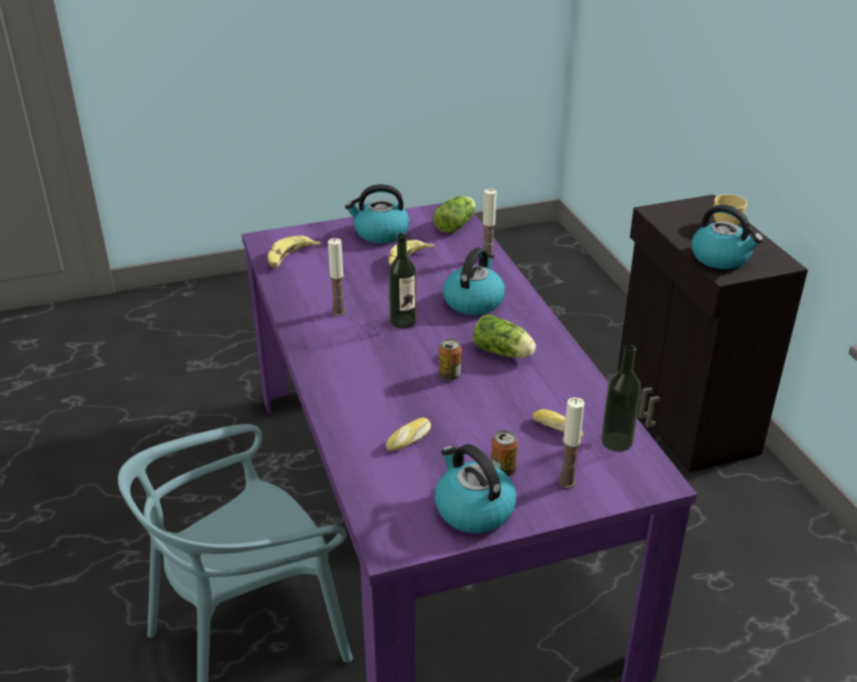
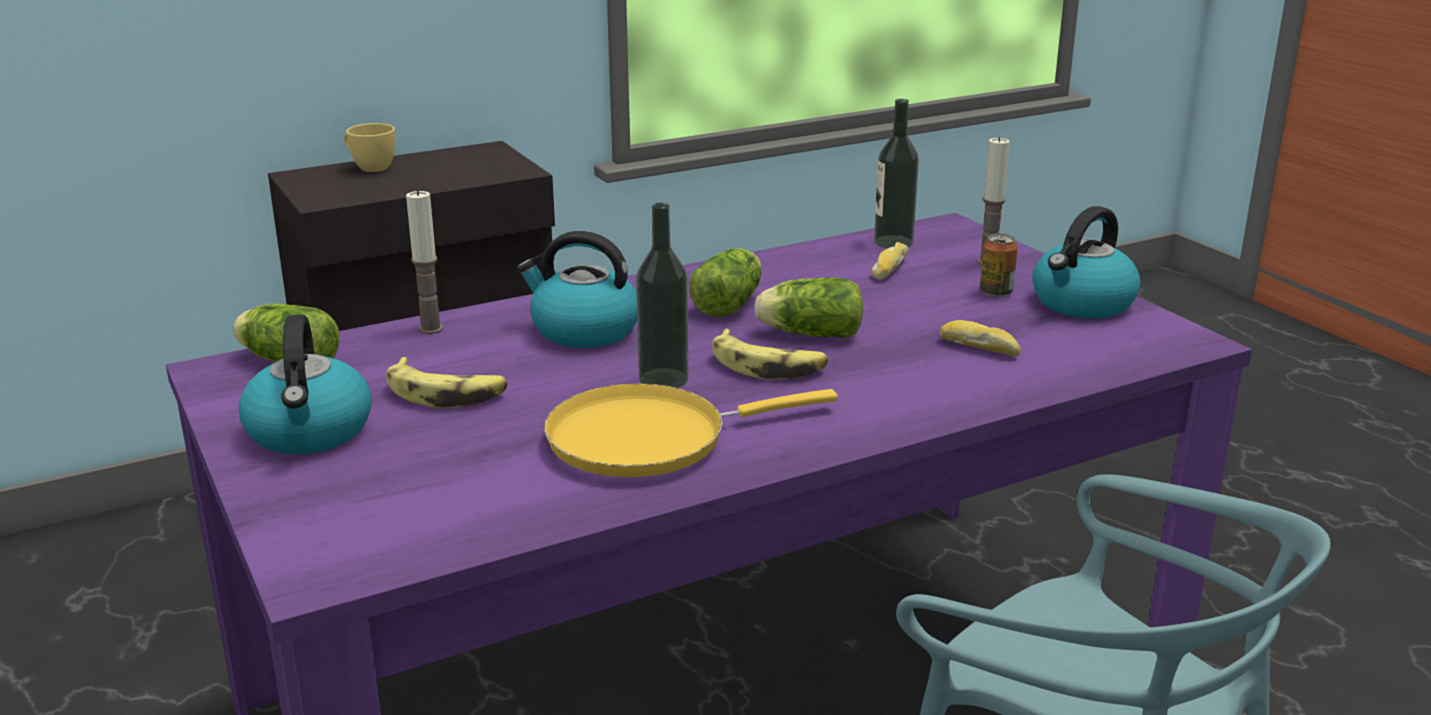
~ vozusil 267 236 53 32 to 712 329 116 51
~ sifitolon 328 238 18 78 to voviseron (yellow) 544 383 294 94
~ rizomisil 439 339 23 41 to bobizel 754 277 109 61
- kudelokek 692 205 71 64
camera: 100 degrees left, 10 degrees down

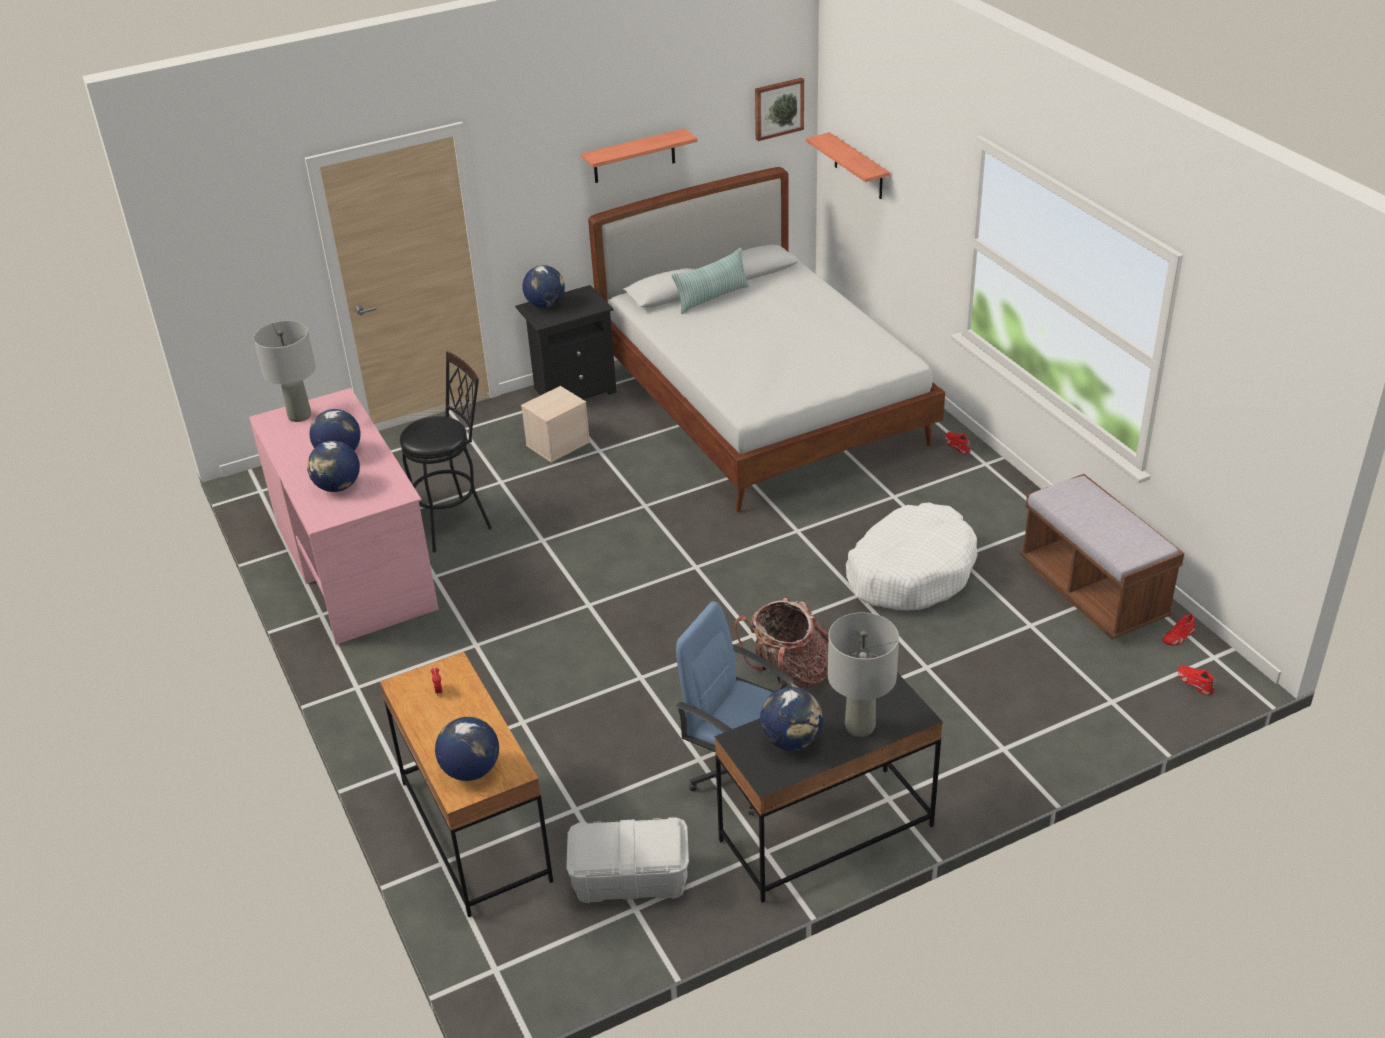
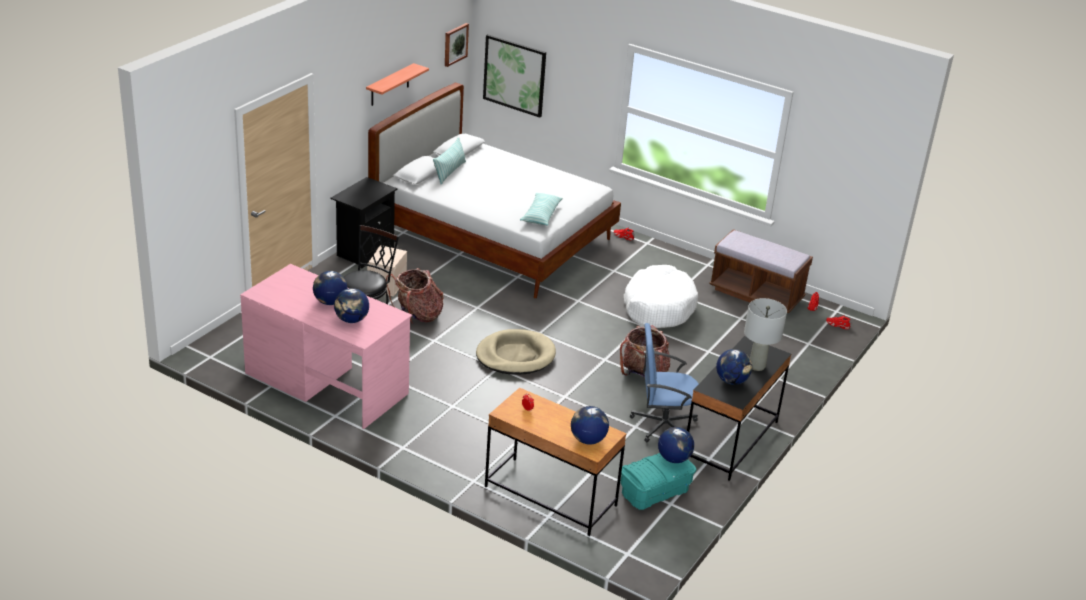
- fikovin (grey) 254 321 62 101
~ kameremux 522 265 43 43 to 658 427 36 36
~ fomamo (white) 566 817 123 86 to fomamo (turquoise) 620 453 76 57
~ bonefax 806 132 84 67 to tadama 483 34 63 84
+ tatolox 386 268 58 56
+ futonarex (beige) 476 329 80 46
+ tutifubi 520 193 43 33
camera: 35 degrees left, 5 degrees down

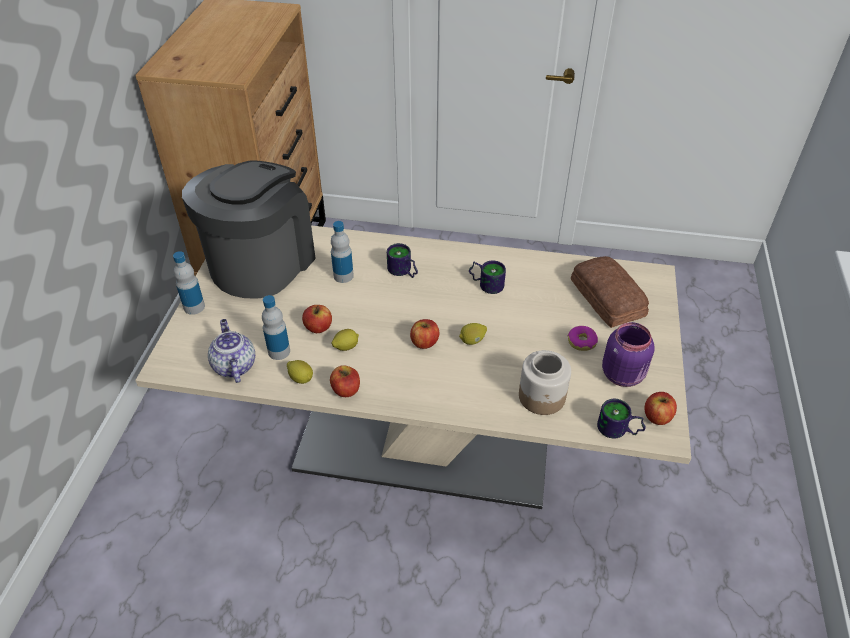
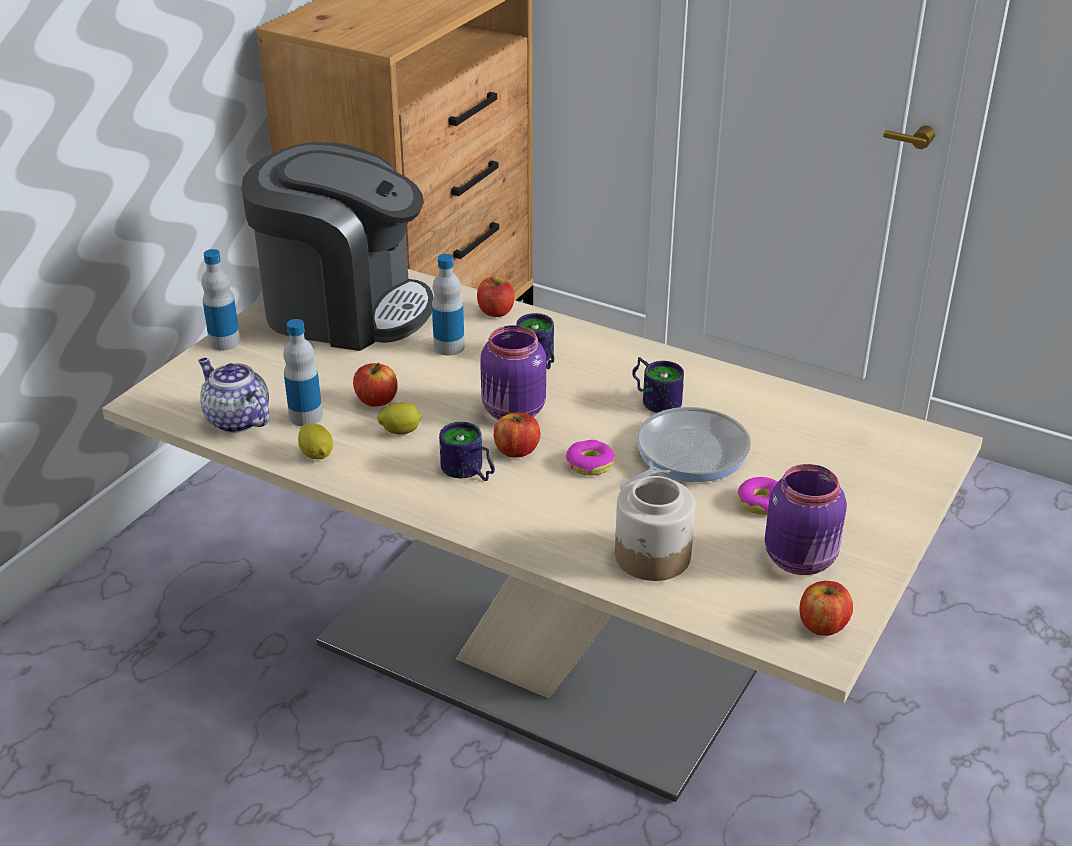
~ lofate 182 160 134 139 = 242 142 192 209 60 degrees clockwise
~ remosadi 208 319 47 64 = 198 358 72 75 45 degrees counterclockwise
~ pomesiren 330 365 30 32 to 477 276 37 41
~ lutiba 459 323 28 22 to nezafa 566 440 48 35
- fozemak 571 256 78 72
~ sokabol 597 399 49 39 to 439 422 56 59
+ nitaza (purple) 480 325 66 95
+ voviseron 620 407 131 83
camera: 20 degrees right, 10 degrees down

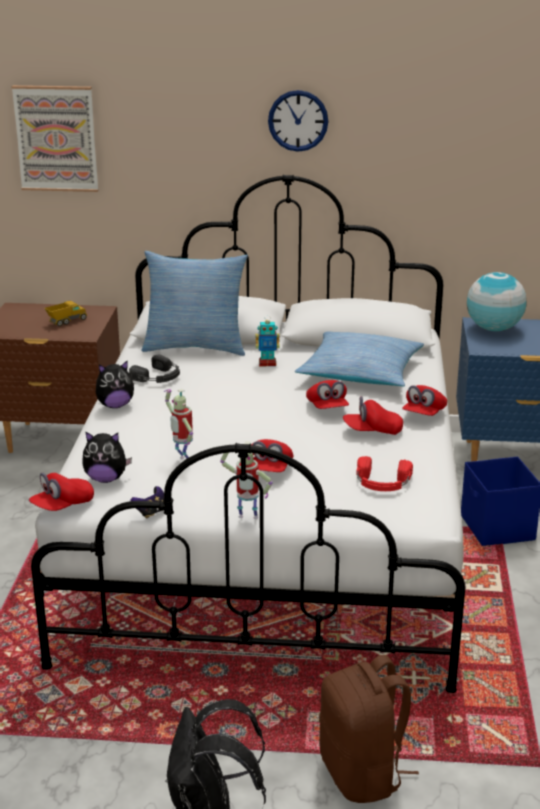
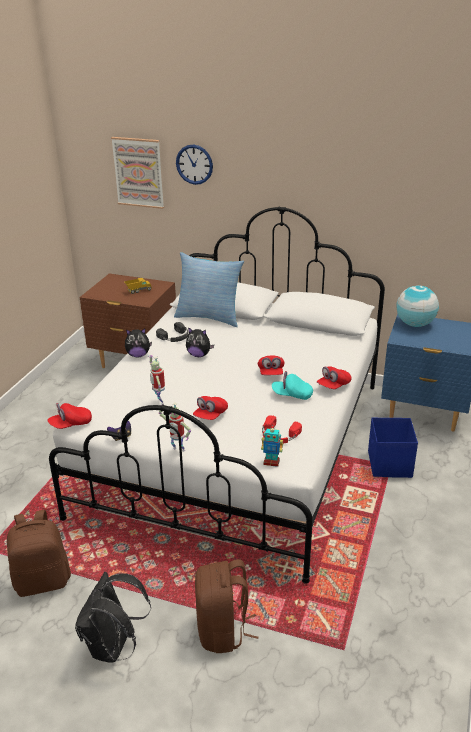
~ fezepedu 82 431 50 52 to 186 327 28 30
~ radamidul 255 315 25 51 to 261 425 22 42
~ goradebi 268 90 60 62 to 176 145 37 40
- tutifubi 295 331 129 55
~ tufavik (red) 343 396 60 39 to tufavik (turquoise) 272 371 41 29
+ tatolox (brown) 7 510 64 87
camera: 15 degrees right, 5 degrees up

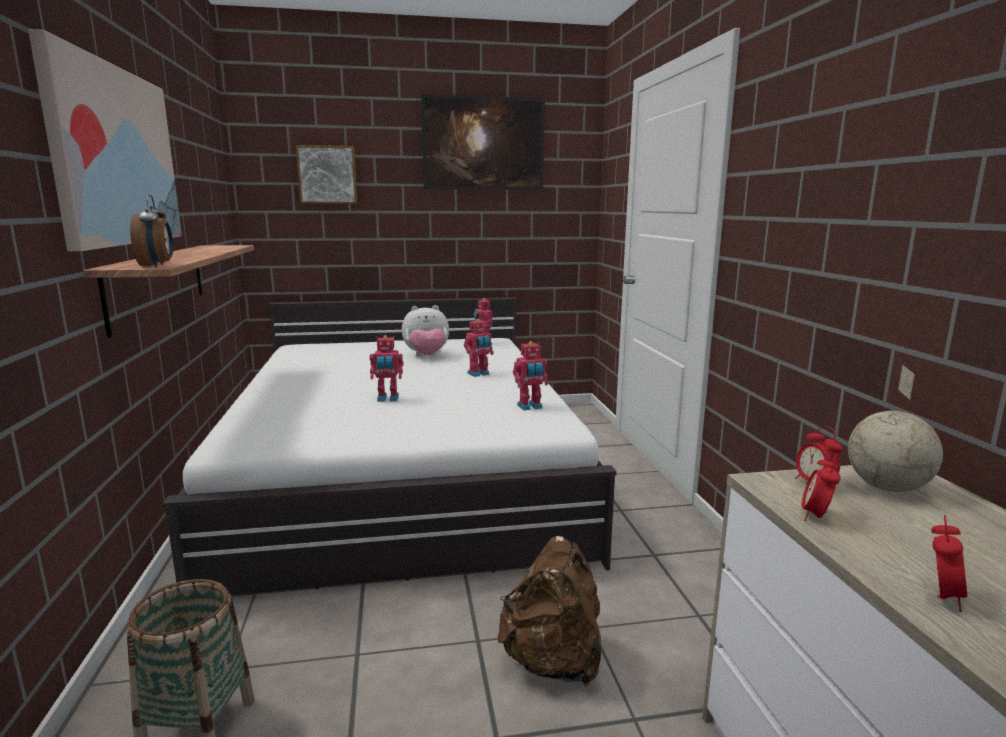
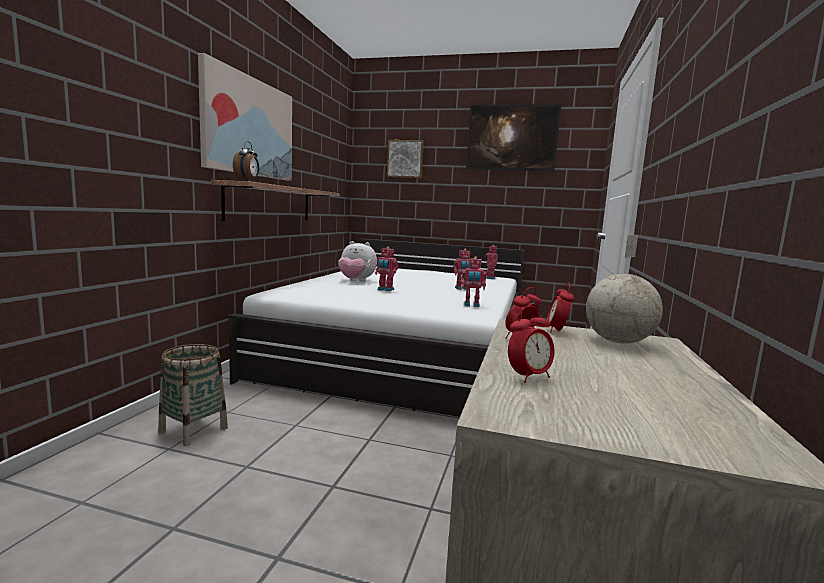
~ fezepedu 402 305 47 51 to 338 241 39 40
- tatolox (brown) 498 536 103 150
camera: 25 degrees right, 5 degrees down

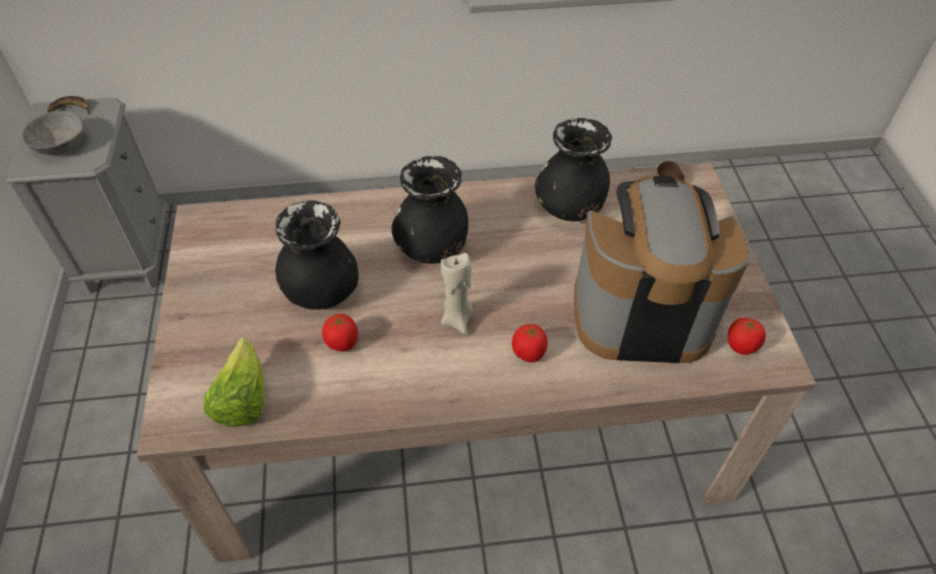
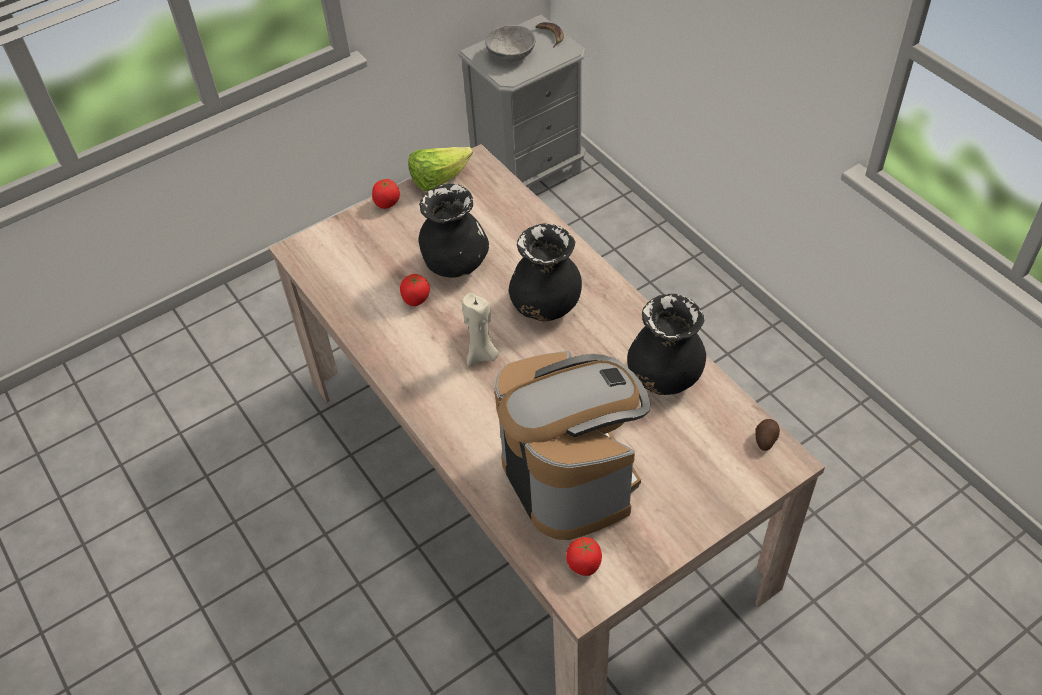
~ bobizel 203 338 61 89 to 408 147 65 44
~ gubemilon 512 324 36 38 to 372 179 28 30
camera: 65 degrees right, 0 degrees up

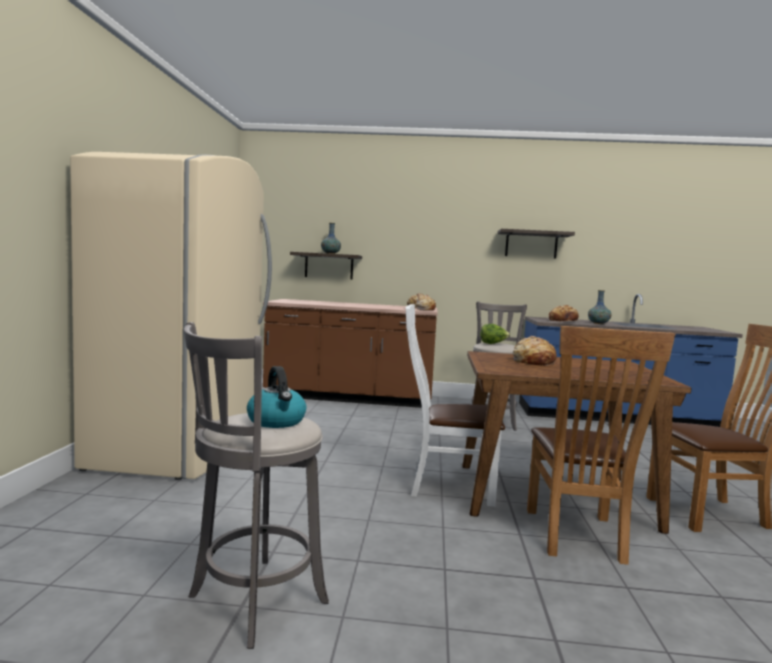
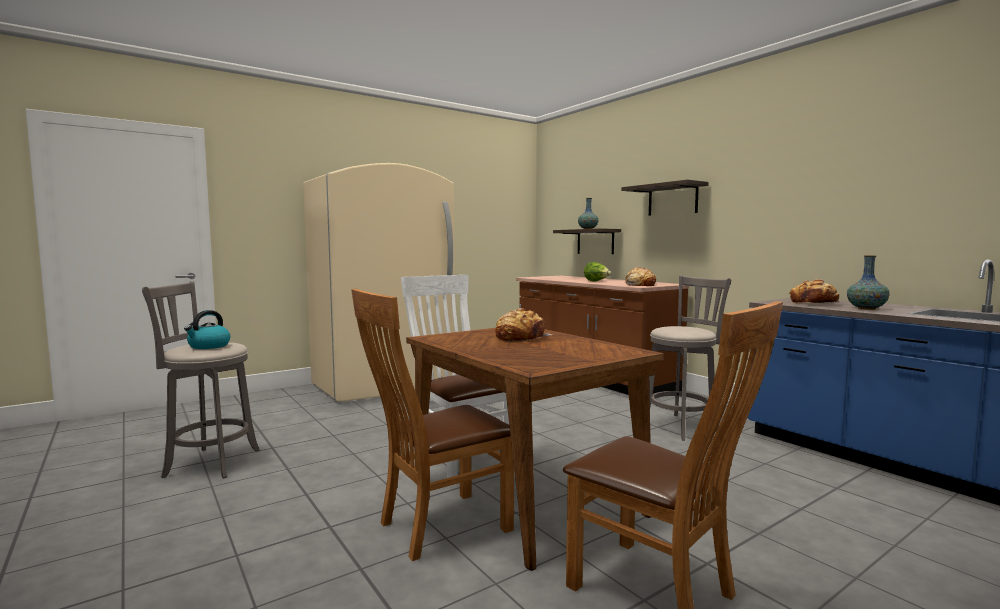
~ bobizel 480 324 30 20 to 584 262 27 20
~ bonefax 497 229 78 30 to 621 180 88 36
camera: 50 degrees right, 0 degrees up

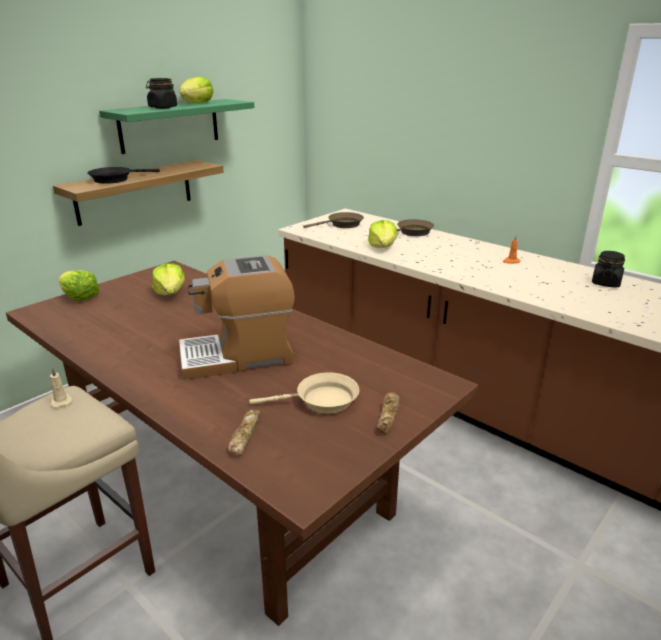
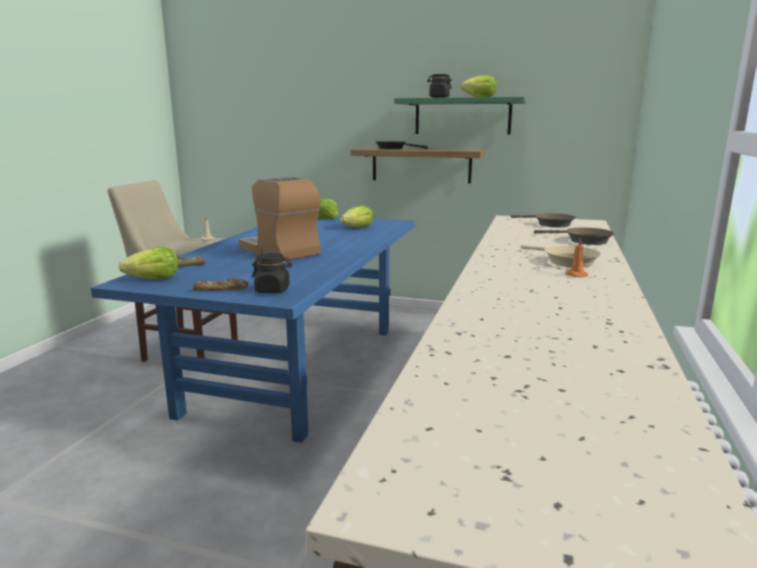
~ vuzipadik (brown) 6 261 472 365 to vuzipadik (blue) 91 217 324 226
~ voviseron (beige) 249 372 110 41 to 521 245 80 23
~ bobizel 368 220 30 28 to 119 247 59 32
~ nitaza (black) 592 251 33 37 to 252 253 40 40
camera: 65 degrees right, 10 degrees down

